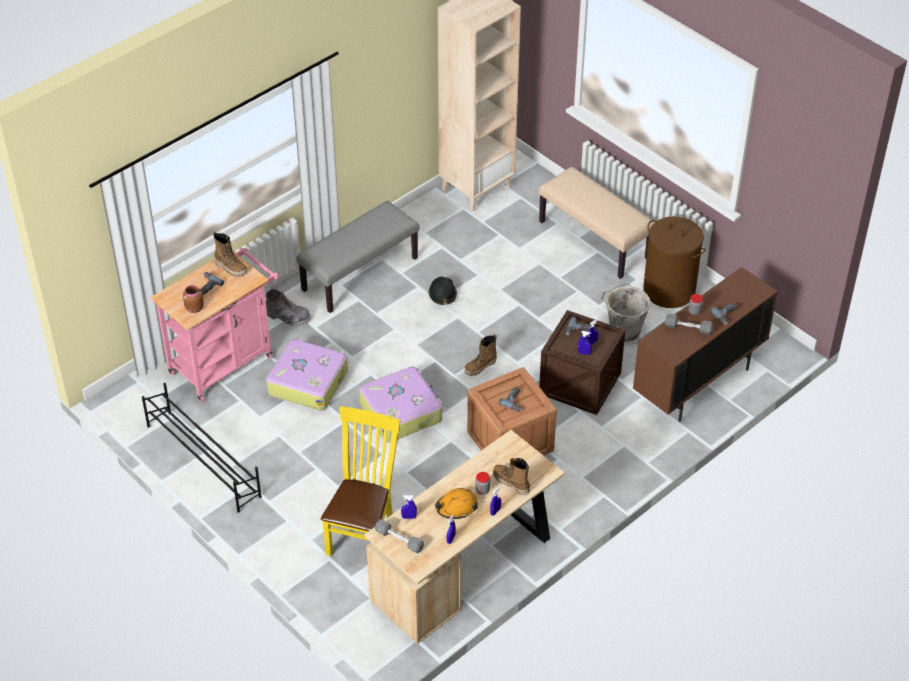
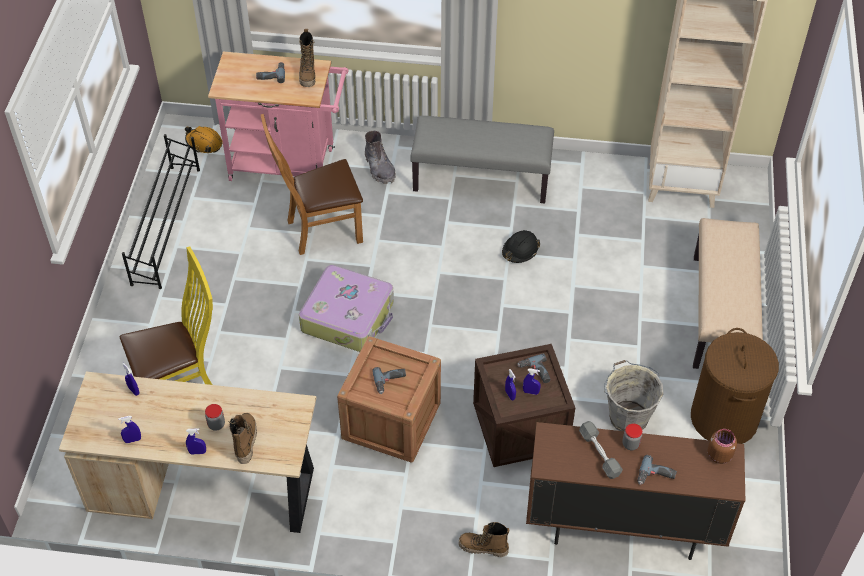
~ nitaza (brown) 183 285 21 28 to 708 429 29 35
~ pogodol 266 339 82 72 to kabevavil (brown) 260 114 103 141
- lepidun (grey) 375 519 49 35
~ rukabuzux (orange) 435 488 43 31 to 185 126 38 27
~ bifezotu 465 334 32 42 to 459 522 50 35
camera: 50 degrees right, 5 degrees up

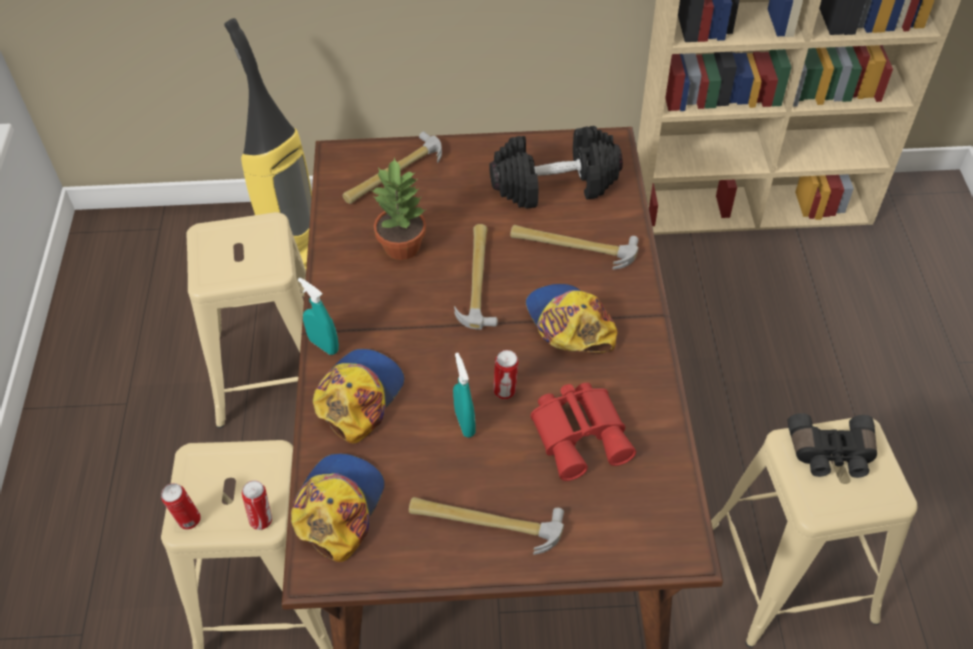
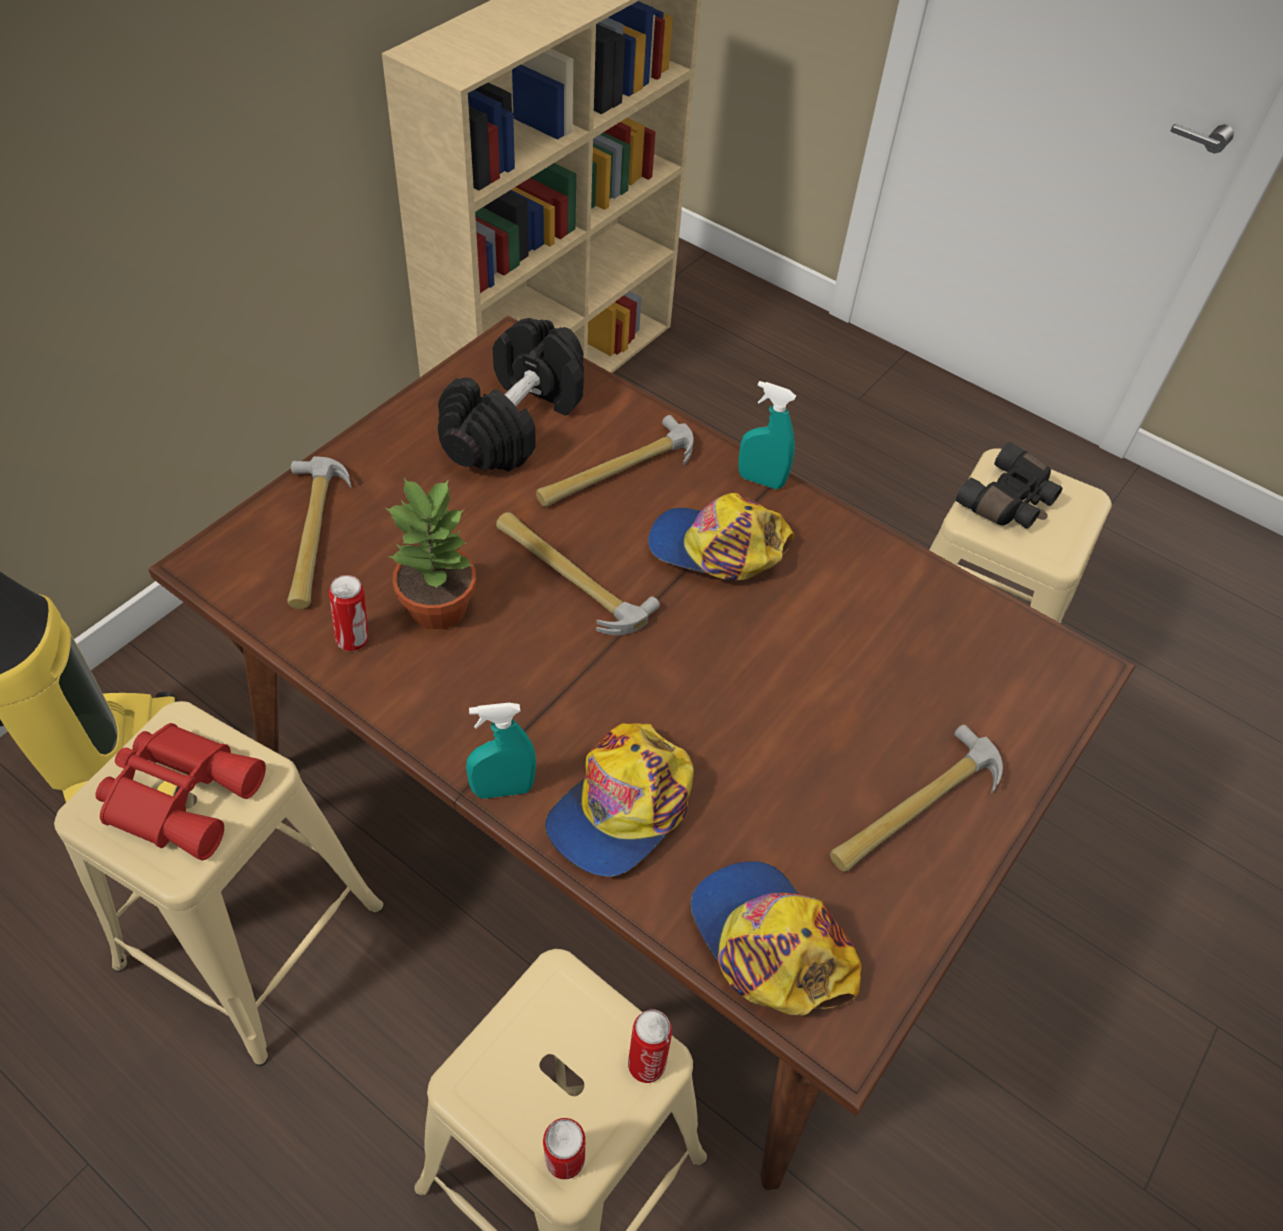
~ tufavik 313 349 91 94 = 545 723 149 154 120 degrees counterclockwise
~ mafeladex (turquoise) 453 353 23 85 to 738 381 58 108
~ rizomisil 493 350 26 49 to 329 575 40 76
~ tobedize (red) 531 383 105 98 to 96 723 170 137
camera: 55 degrees left, 0 degrees up

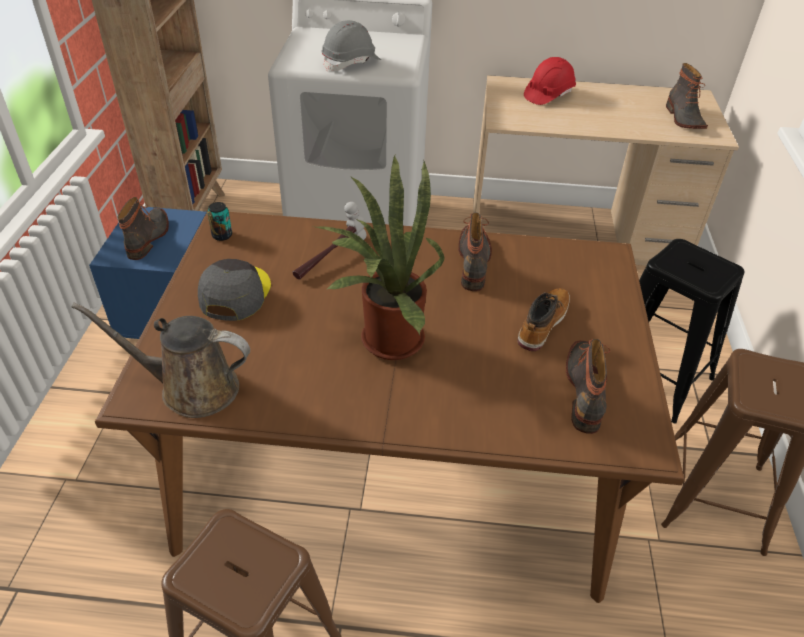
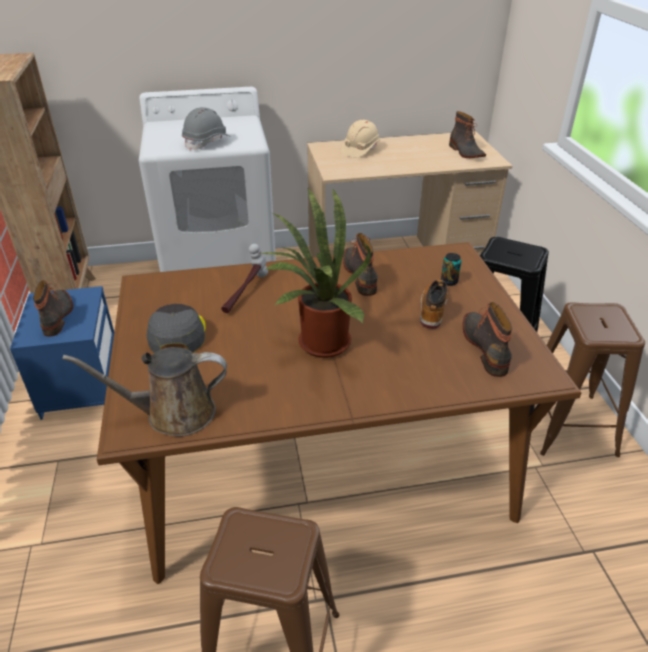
~ rizomisil 207 202 25 39 to 441 253 20 33
~ rukabuzux (red) 524 57 52 48 to rukabuzux (beige) 342 120 38 38
camera: 15 degrees left, 5 degrees down

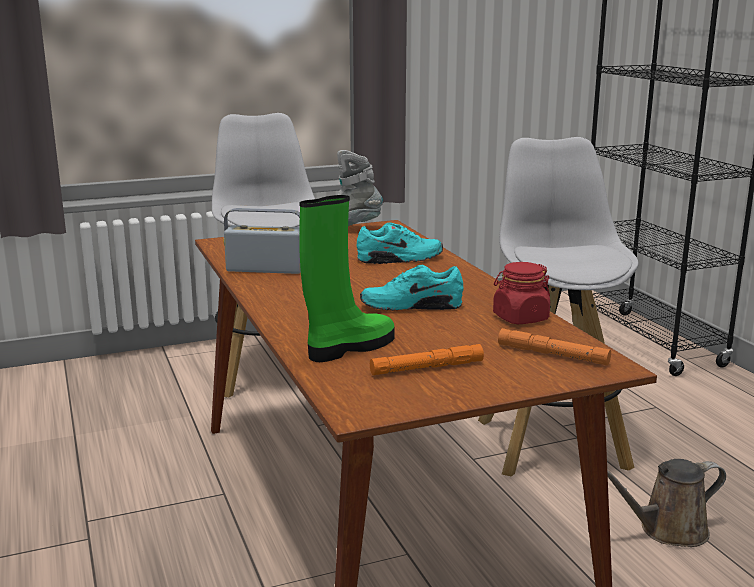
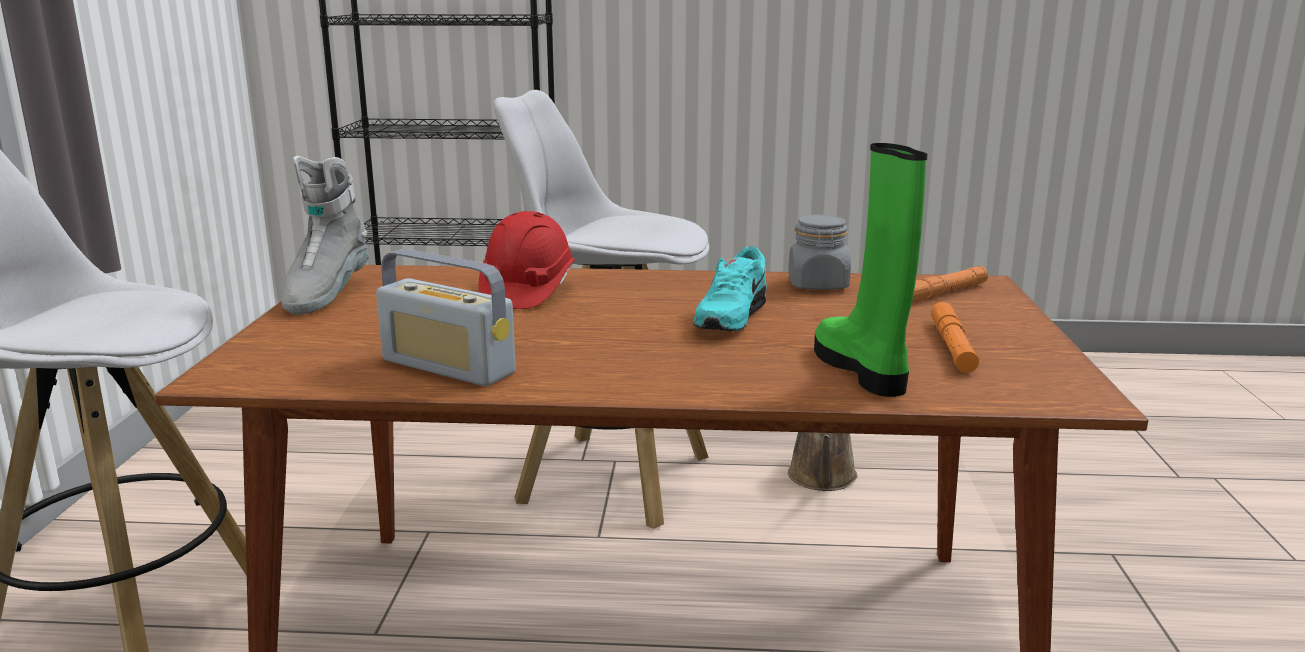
~ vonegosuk 224 208 77 66 = 376 249 140 137 90 degrees counterclockwise
~ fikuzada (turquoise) 357 223 86 41 to rukabuzux (red) 478 211 97 98
~ nitaza (red) 493 262 57 62 to nitaza (grey) 788 215 63 75
camera: 65 degrees left, 0 degrees up

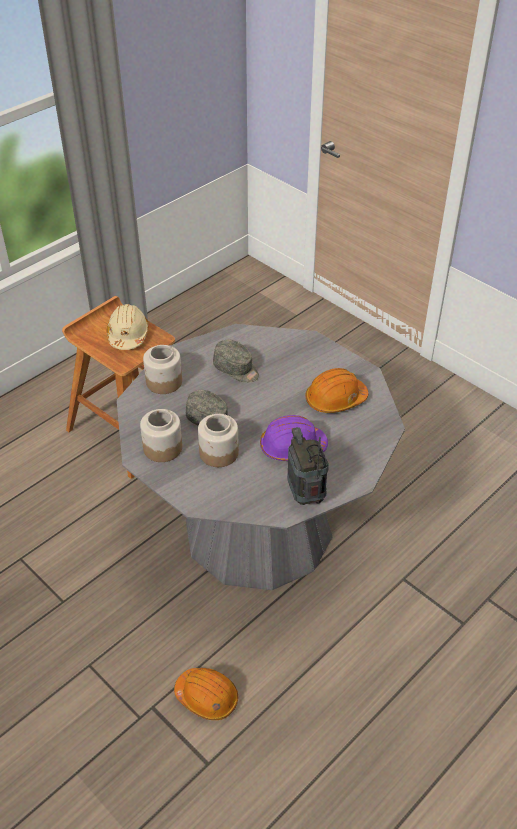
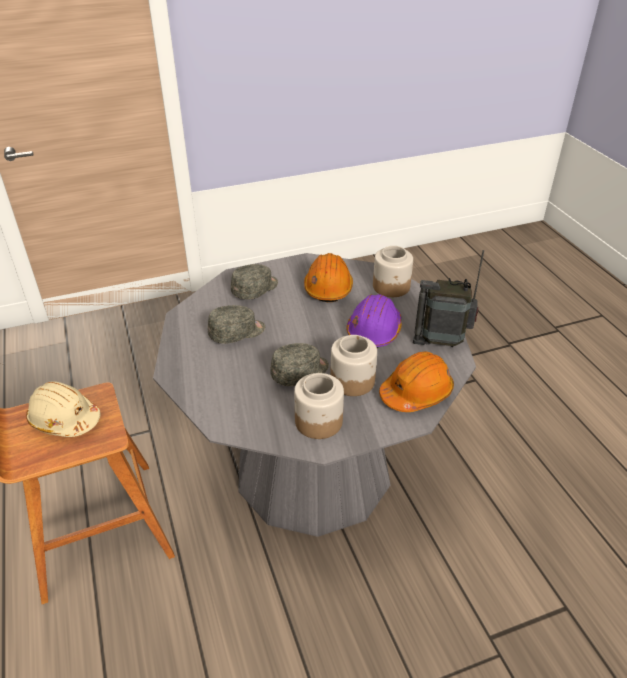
~ nitaza 143 345 39 49 to 373 246 40 51
~ rukabuzux (orange) 174 668 64 52 to 379 352 75 60
+ tufavik (grey) 231 264 47 35
camera: 65 degrees left, 5 degrees down

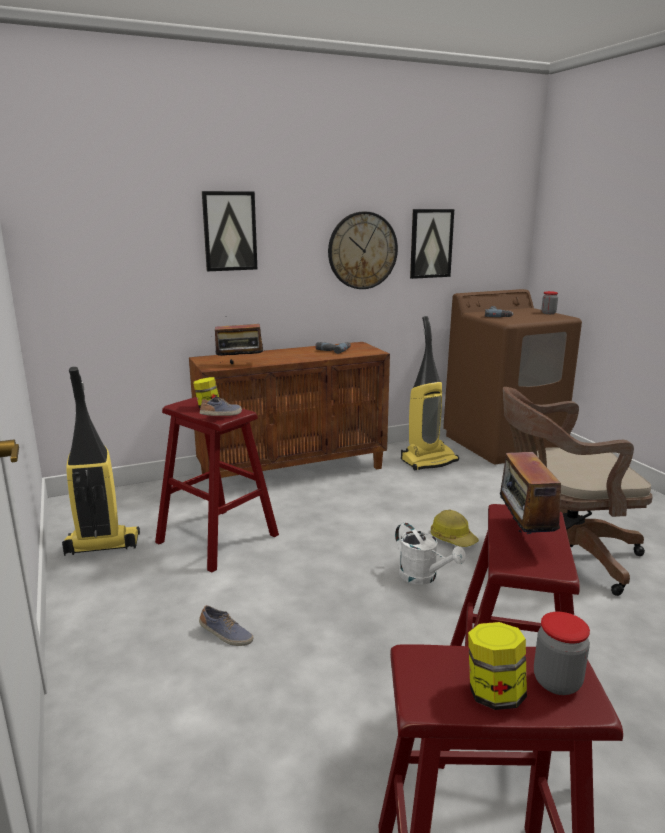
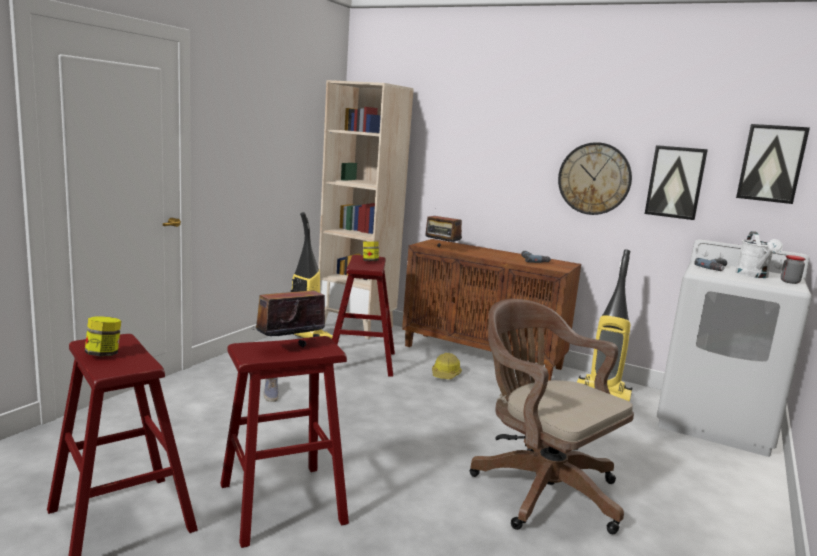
- fikuzada 200 396 42 20
~ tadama 202 191 55 80 to 736 124 74 80
~ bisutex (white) 395 523 71 62 to 735 231 48 47
~ rukabuzux 431 510 48 37 to 432 353 30 26
~ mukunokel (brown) 443 289 139 175 to mukunokel (white) 657 240 155 217
- nitaza 534 612 56 83
+ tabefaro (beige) 318 80 96 259
camera: 50 degrees right, 5 degrees down

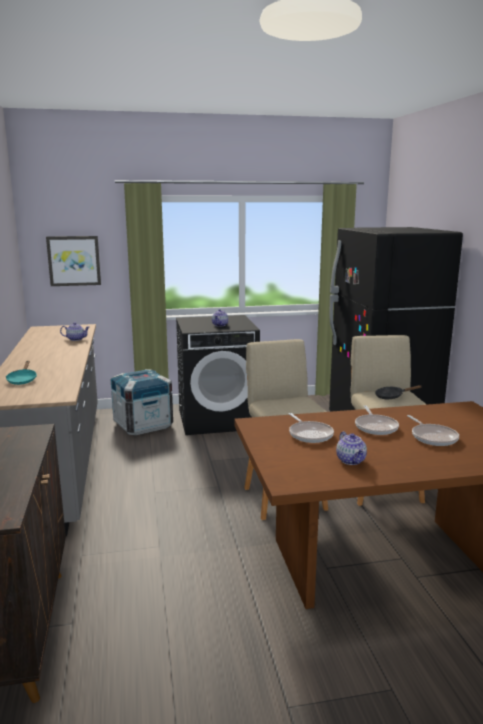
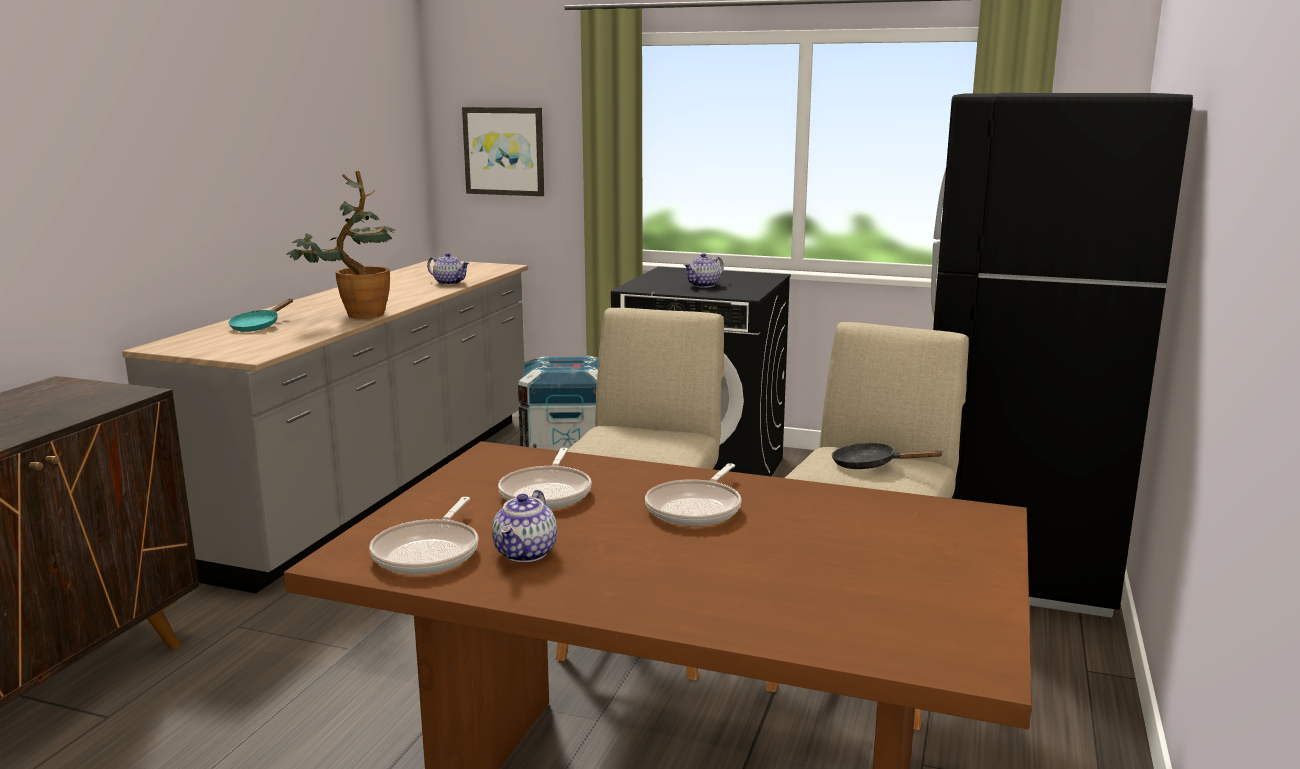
~ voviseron 407 415 52 31 to 369 497 110 78
+ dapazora 286 171 110 148
camera: 30 degrees right, 0 degrees up

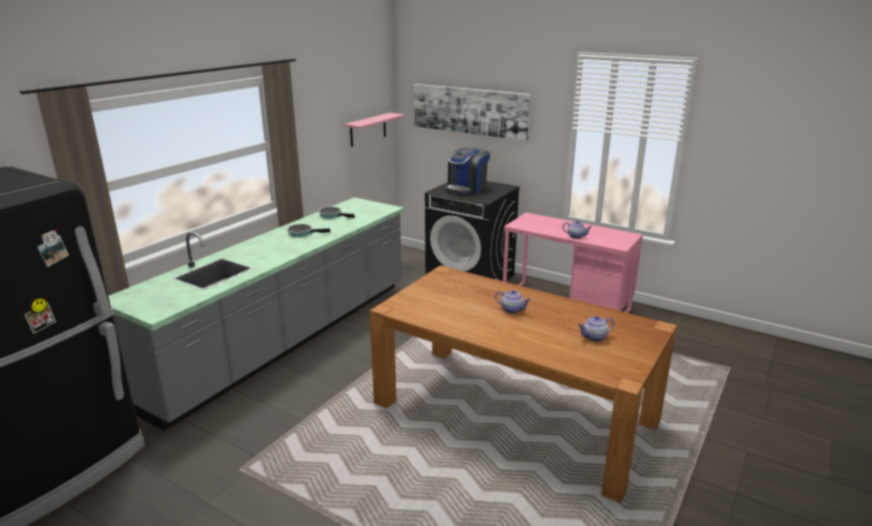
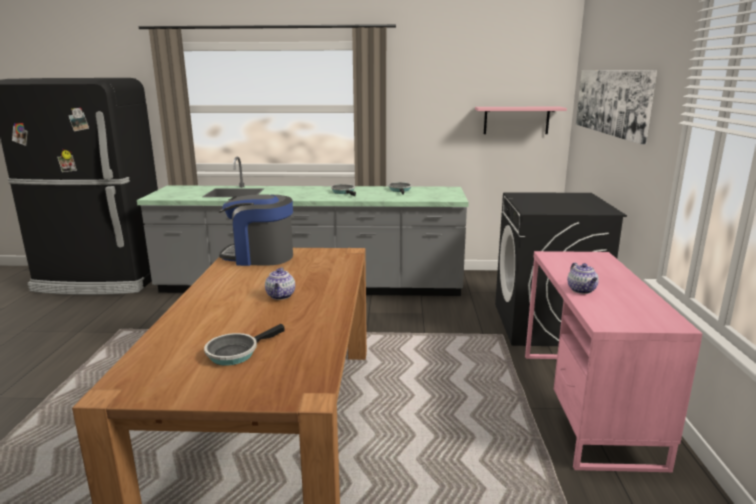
~ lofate 446 147 44 47 to 218 195 75 71
~ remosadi 578 316 36 26 to voviseron 204 324 81 42
camera: 60 degrees right, 5 degrees down

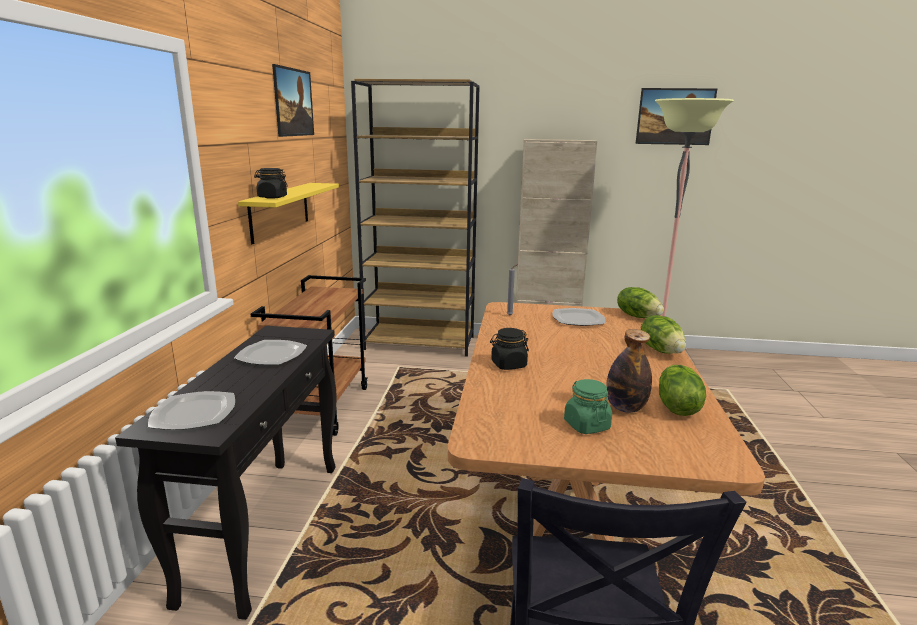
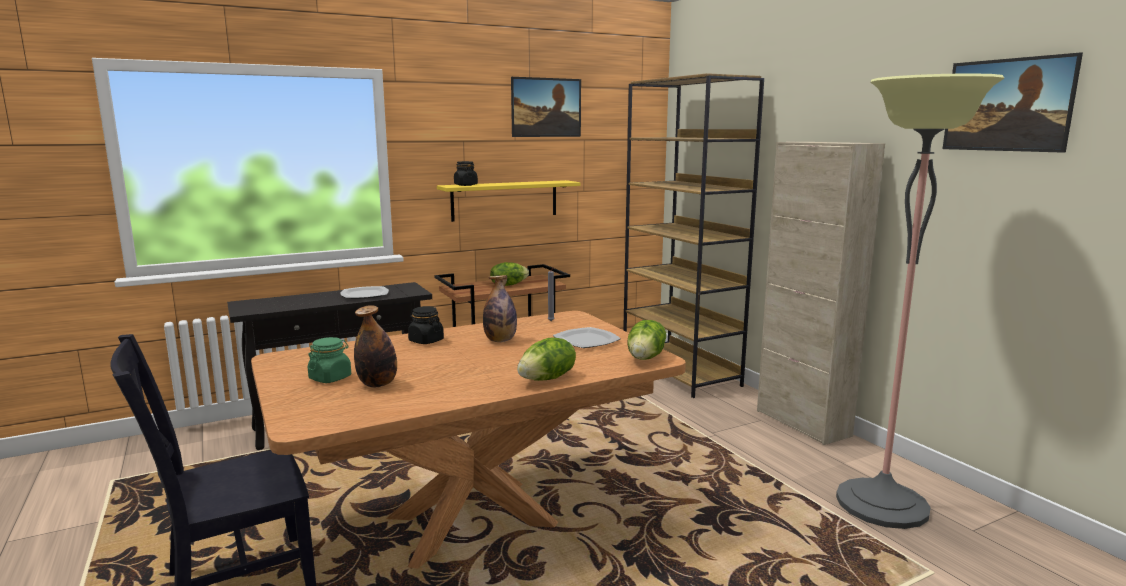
- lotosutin 148 391 87 39
~ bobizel 659 365 47 51 to 490 262 39 24
+ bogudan 483 275 34 67
camera: 55 degrees right, 5 degrees down

